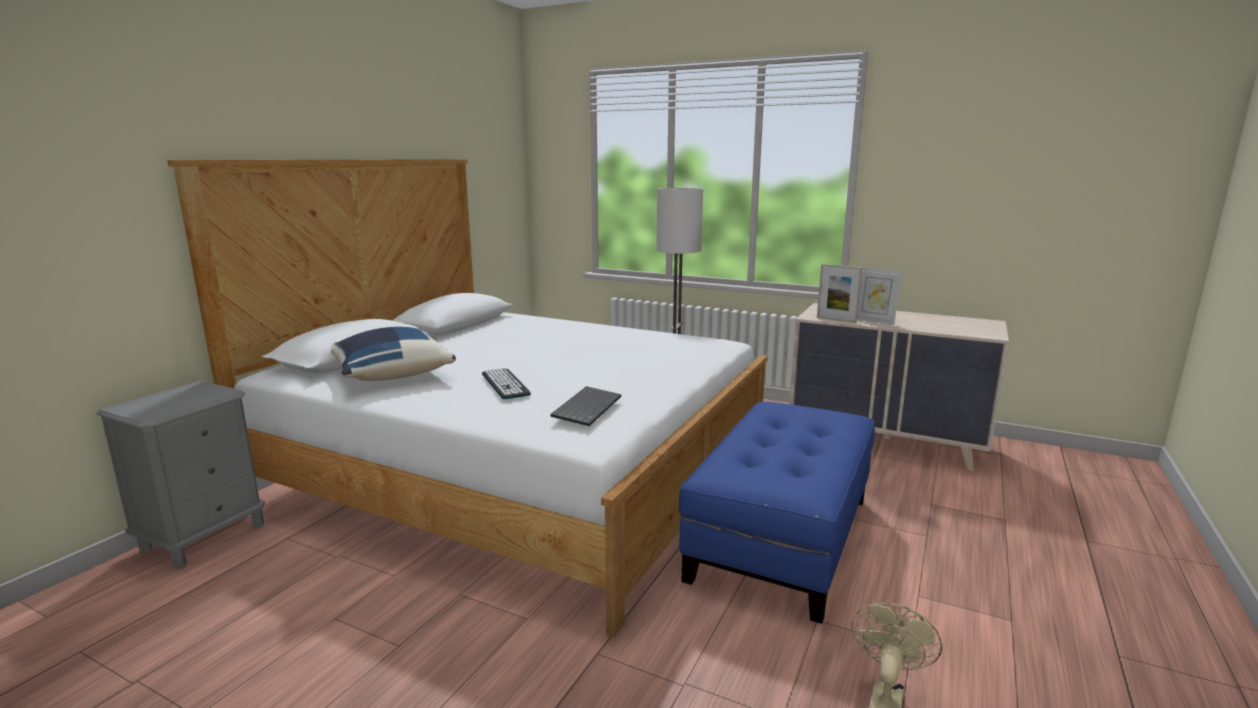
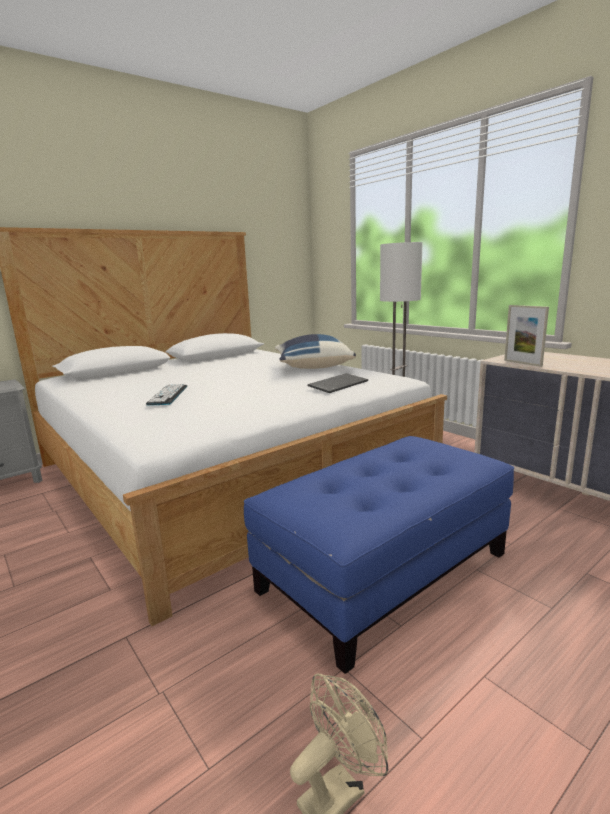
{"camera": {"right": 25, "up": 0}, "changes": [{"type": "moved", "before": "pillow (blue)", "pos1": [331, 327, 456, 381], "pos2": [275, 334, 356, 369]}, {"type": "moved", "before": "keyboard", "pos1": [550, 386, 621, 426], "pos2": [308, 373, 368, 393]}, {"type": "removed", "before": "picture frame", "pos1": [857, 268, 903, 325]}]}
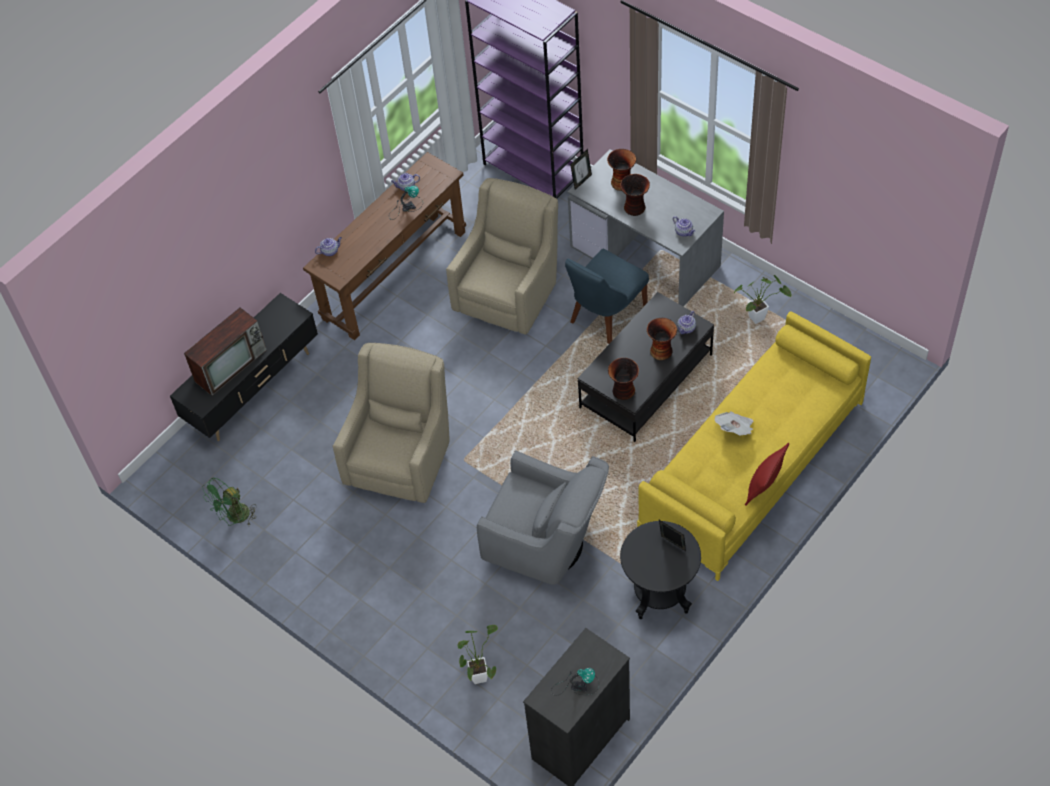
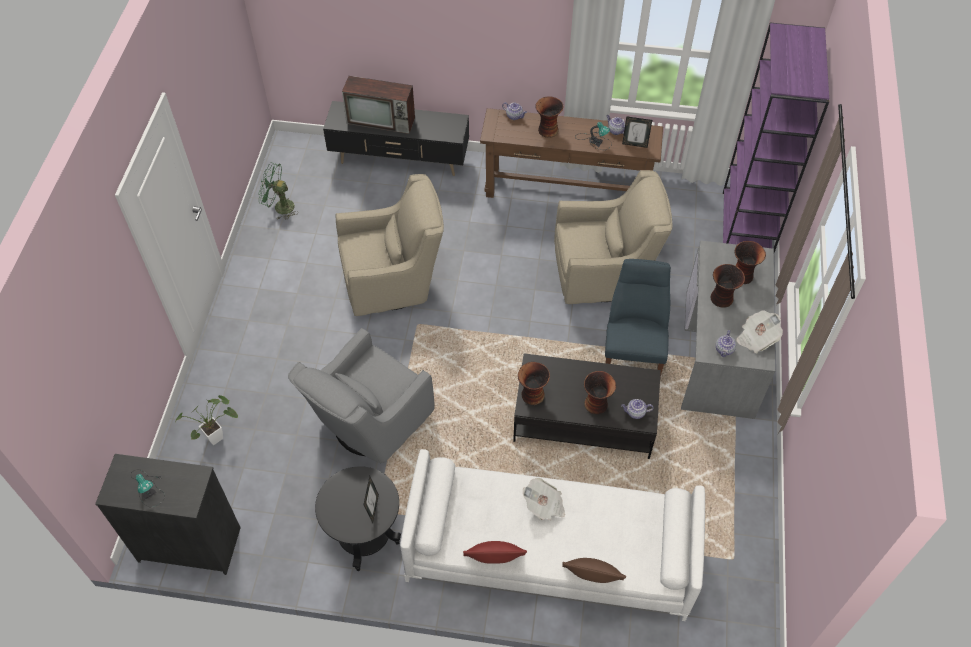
{"camera": {"right": 55, "up": 0}, "changes": [{"type": "turned", "before": "armchair (grey)", "pos1": [477, 450, 609, 585], "pos2": [288, 328, 435, 463], "turn": 45}, {"type": "turned", "before": "chair (blue)", "pos1": [565, 249, 649, 344], "pos2": [605, 259, 671, 377], "turn": 90}, {"type": "moved", "before": "picture frame", "pos1": [570, 149, 592, 190], "pos2": [622, 116, 652, 148]}, {"type": "recoloured", "before": "sofa (yellow)", "after": "sofa (white)", "pos1": [637, 311, 871, 581], "pos2": [400, 449, 705, 621]}, {"type": "removed", "before": "potted plant", "pos1": [734, 275, 792, 324]}, {"type": "added", "after": "vase", "pos2": [535, 96, 563, 138]}, {"type": "added", "after": "pillow (brown)", "pos2": [562, 558, 626, 583]}, {"type": "added", "after": "newspaper", "pos2": [736, 310, 783, 354]}]}
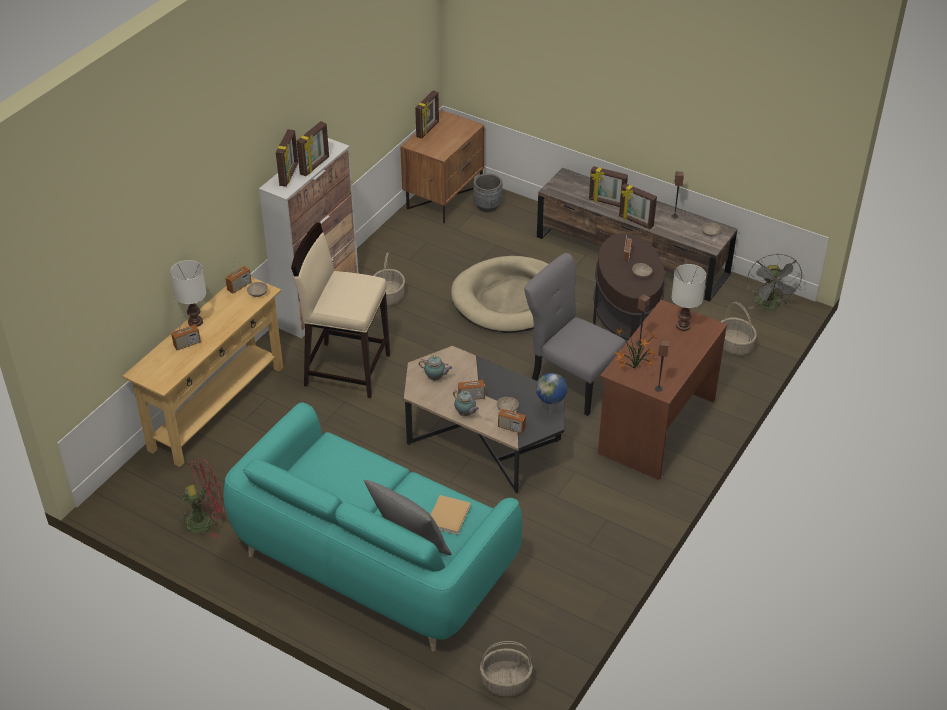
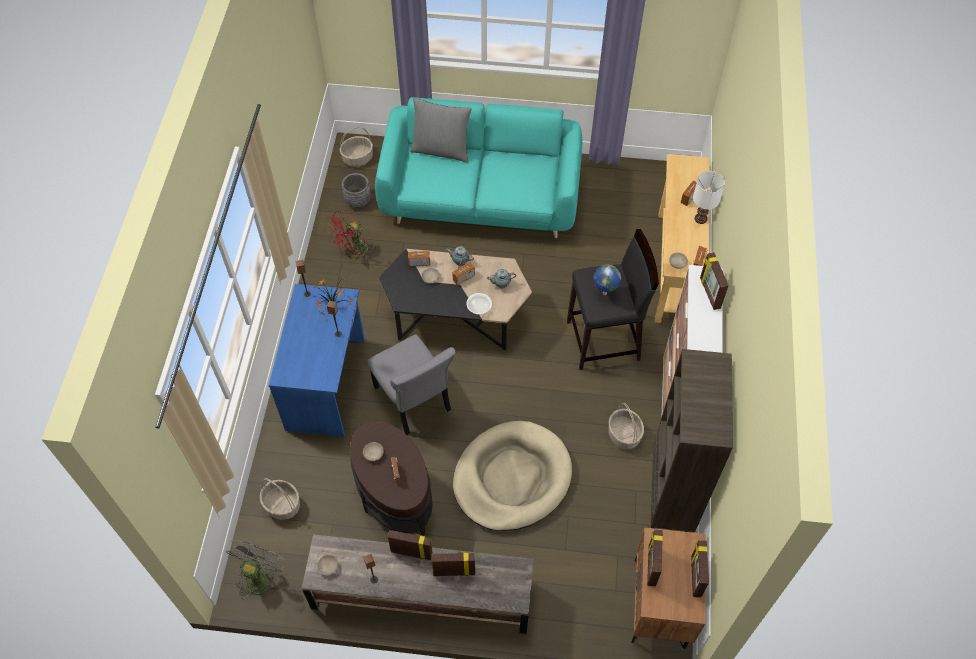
{"camera": {"right": 155, "up": 15}, "changes": [{"type": "moved", "before": "fan (red)", "pos1": [176, 458, 226, 538], "pos2": [327, 210, 375, 261]}, {"type": "recoloured", "before": "stool (beige)", "after": "stool (black)", "pos1": [291, 222, 390, 398], "pos2": [567, 229, 659, 370]}, {"type": "moved", "before": "picture frame", "pos1": [297, 121, 329, 177], "pos2": [647, 529, 663, 587]}, {"type": "removed", "before": "book (beige)", "pos1": [431, 495, 470, 535]}, {"type": "moved", "before": "planter (grey)", "pos1": [473, 174, 502, 212], "pos2": [342, 173, 371, 209]}, {"type": "turned", "before": "chair (grey)", "pos1": [524, 253, 626, 416], "pos2": [368, 334, 456, 435], "turn": 45}, {"type": "moved", "before": "globe", "pos1": [536, 373, 567, 412], "pos2": [593, 265, 621, 295]}, {"type": "recoloured", "before": "desk (brown)", "after": "desk (blue)", "pos1": [598, 300, 727, 480], "pos2": [269, 284, 365, 437]}, {"type": "removed", "before": "table lamp (white)", "pos1": [671, 264, 706, 331]}, {"type": "turned", "before": "fan (grey)", "pos1": [747, 254, 803, 310], "pos2": [225, 540, 285, 600], "turn": 45}, {"type": "added", "after": "bowl", "pos2": [466, 293, 492, 315]}, {"type": "added", "after": "bookcase (brown)", "pos2": [651, 349, 733, 532]}]}
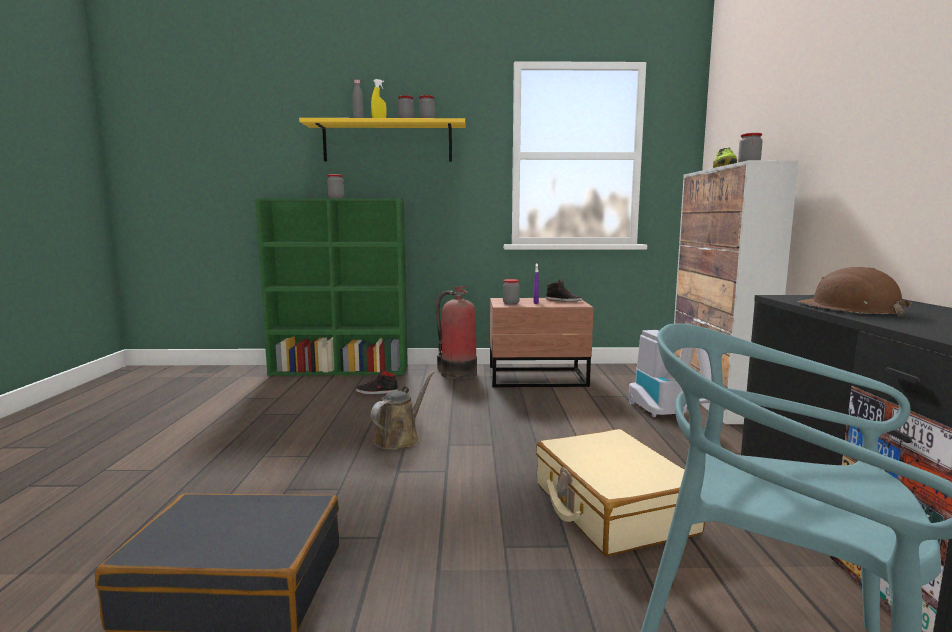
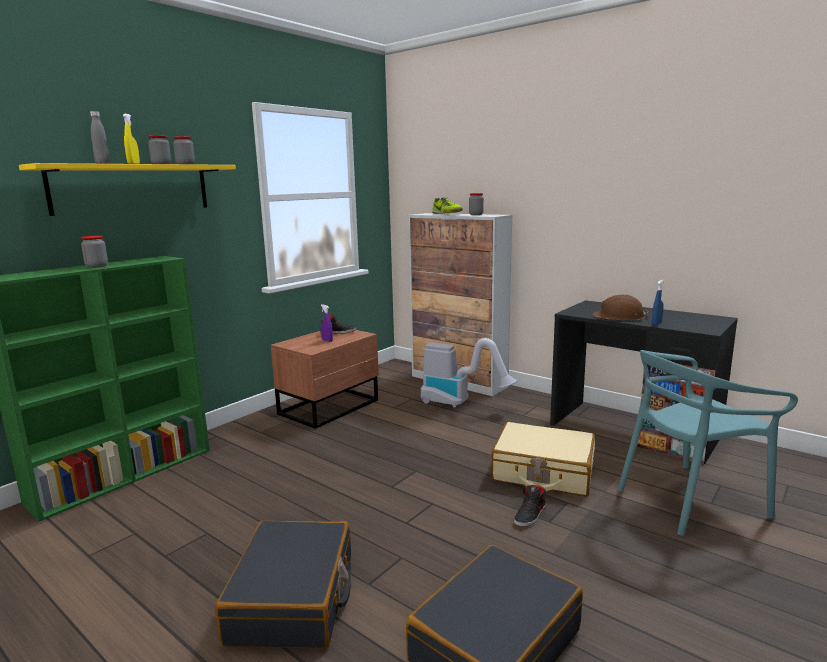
{"camera": {"right": -50, "up": 5}, "changes": [{"type": "moved", "before": "shoe (black)", "pos1": [356, 370, 398, 395], "pos2": [514, 485, 546, 527]}, {"type": "removed", "before": "watering can (brown)", "pos1": [371, 371, 435, 450]}, {"type": "removed", "before": "fire extinguisher", "pos1": [436, 286, 477, 379]}, {"type": "removed", "before": "jar", "pos1": [503, 279, 520, 305]}, {"type": "added", "after": "suitcase (black)", "pos2": [215, 521, 351, 649]}, {"type": "added", "after": "spray bottle (blue)", "pos2": [652, 280, 664, 326]}]}
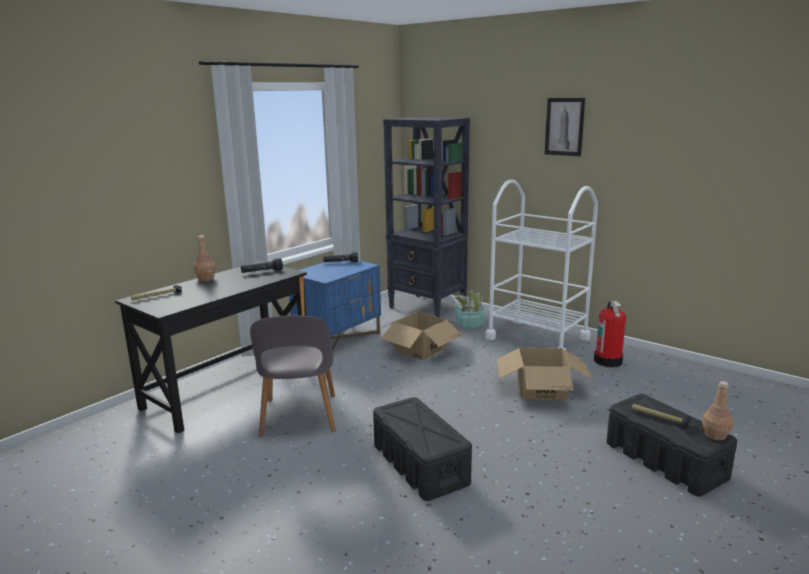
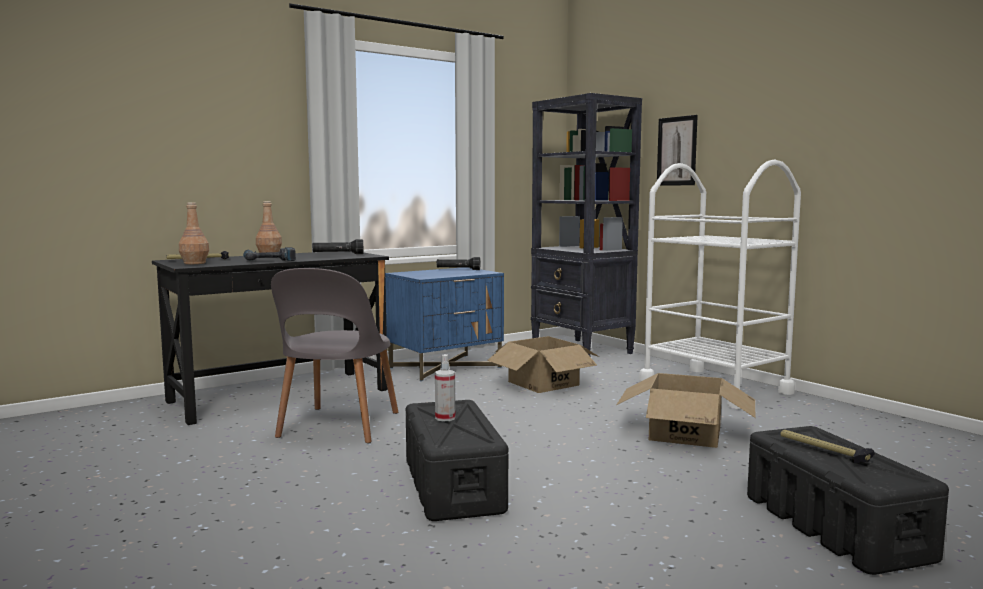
{"camera": {"right": 15, "up": -10}, "changes": [{"type": "removed", "before": "potted plant", "pos1": [452, 290, 486, 329]}, {"type": "moved", "before": "picture", "pos1": [545, 98, 585, 156], "pos2": [657, 115, 698, 186]}, {"type": "removed", "before": "fire extinguisher", "pos1": [594, 301, 626, 367]}, {"type": "moved", "before": "bottle (brown)", "pos1": [702, 381, 733, 440], "pos2": [179, 203, 209, 264]}, {"type": "added", "after": "power drill", "pos2": [243, 247, 296, 261]}, {"type": "added", "after": "spray bottle", "pos2": [435, 354, 455, 421]}]}
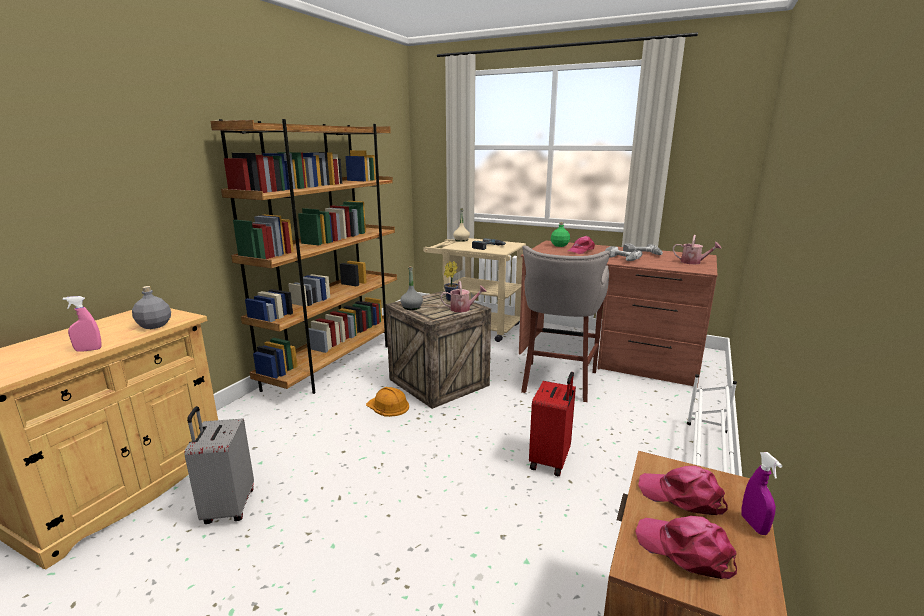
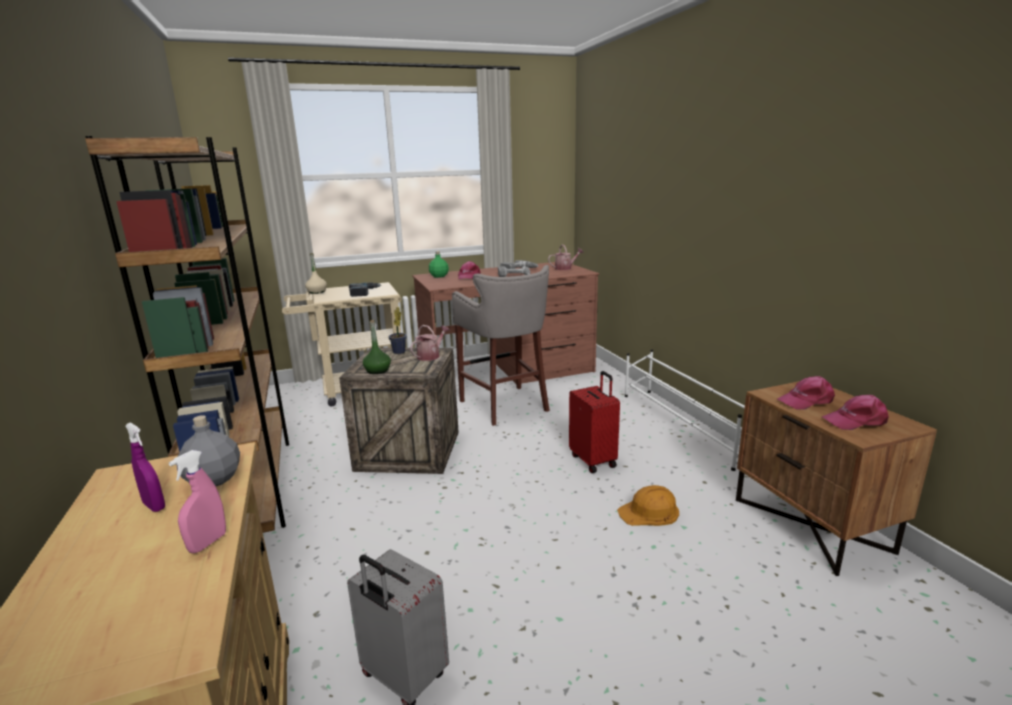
{"camera": {"right": -45, "up": 0}, "changes": [{"type": "moved", "before": "hard hat (orange)", "pos1": [366, 387, 409, 417], "pos2": [617, 485, 679, 526]}, {"type": "recoloured", "before": "bottle (grey)", "after": "bottle (green)", "pos1": [400, 266, 423, 310], "pos2": [363, 320, 391, 374]}, {"type": "moved", "before": "spray bottle (purple)", "pos1": [741, 452, 782, 535], "pos2": [125, 422, 165, 512]}]}
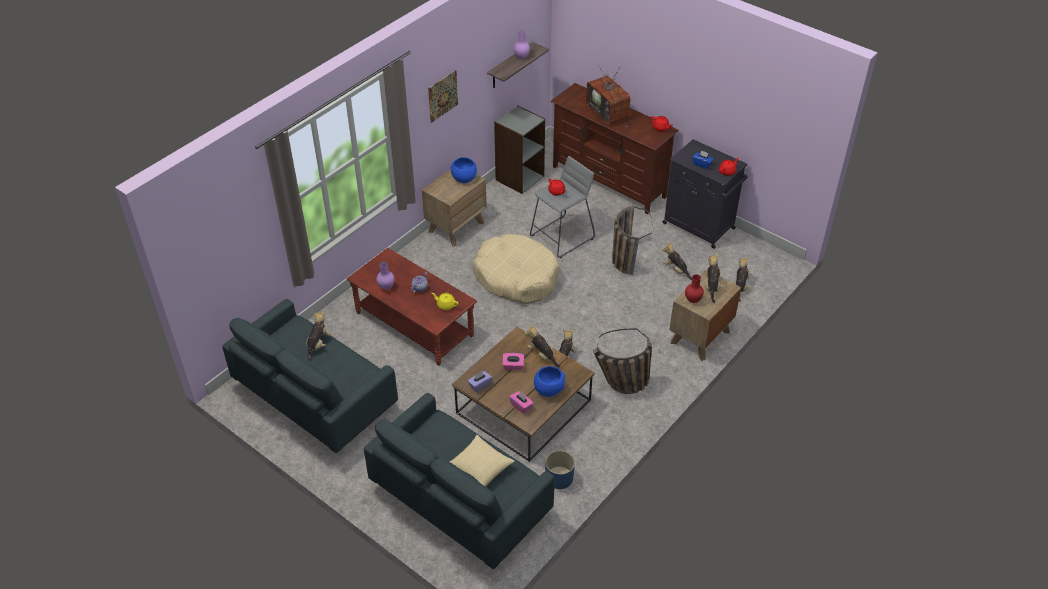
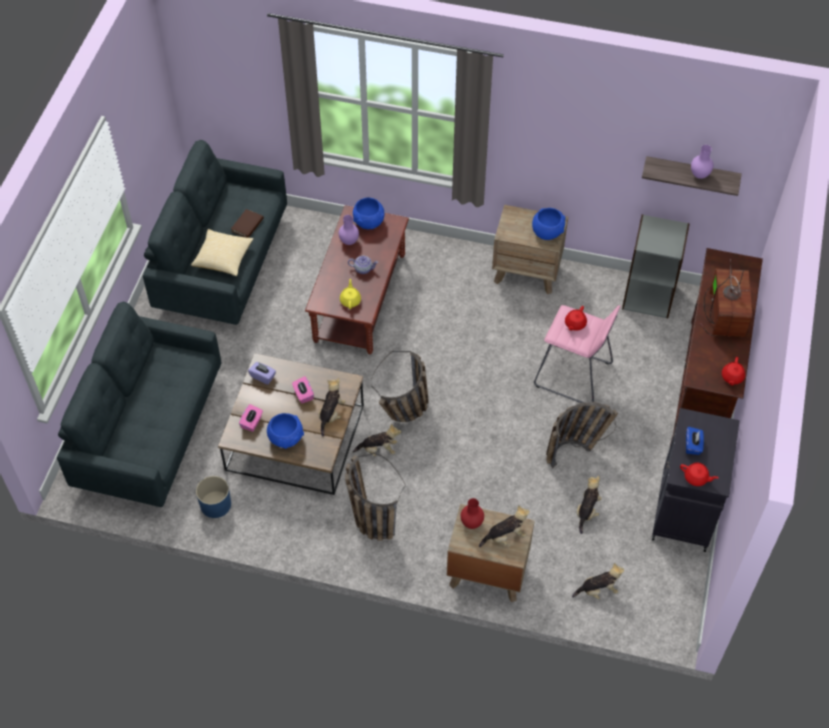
{"camera": {"right": 65, "up": 10}, "changes": [{"type": "replaced", "before": "plush toy", "after": "book (brown)", "pos1": [306, 311, 331, 361], "pos2": [231, 209, 264, 238]}, {"type": "removed", "before": "picture", "pos1": [428, 70, 458, 123]}, {"type": "moved", "before": "pillow", "pos1": [450, 435, 515, 487], "pos2": [191, 229, 254, 276]}, {"type": "removed", "before": "dog bed (beige)", "pos1": [473, 234, 559, 304]}, {"type": "recoloured", "before": "stool (grey)", "after": "stool (pink)", "pos1": [530, 156, 595, 258], "pos2": [534, 305, 621, 403]}, {"type": "turned", "before": "television", "pos1": [586, 63, 631, 128], "pos2": [700, 259, 752, 337], "turn": 150}, {"type": "added", "after": "bowl (blue)", "pos2": [353, 197, 384, 229]}, {"type": "added", "after": "basket", "pos2": [371, 351, 428, 422]}]}
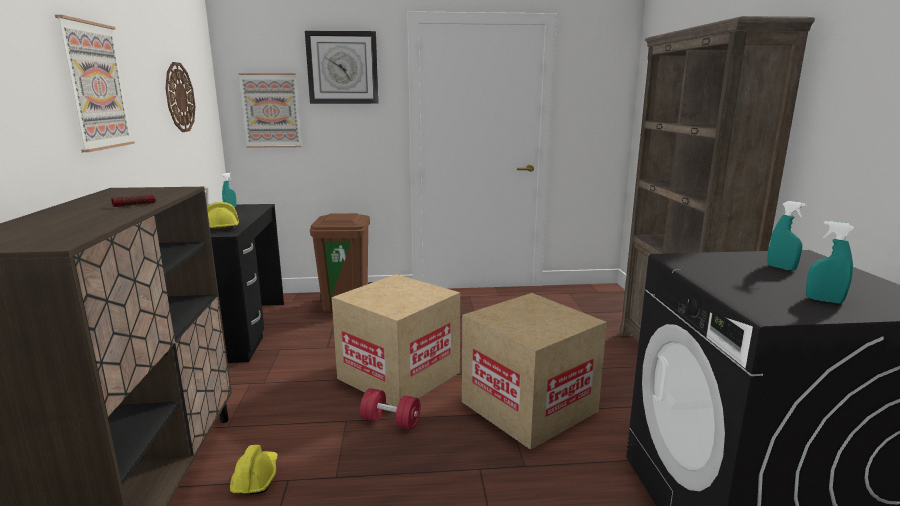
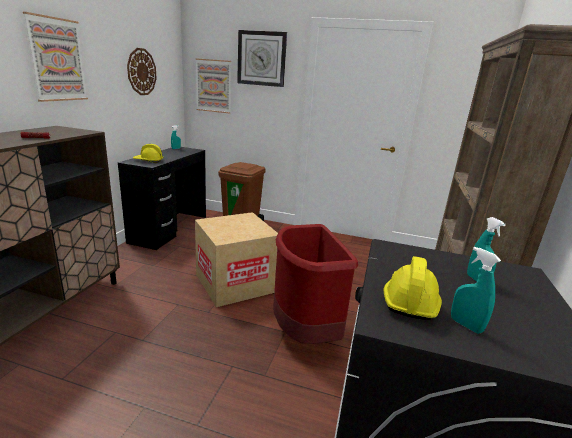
{"camera": {"right": 20, "up": 5}, "changes": [{"type": "moved", "before": "hard hat (yellow)", "pos1": [230, 445, 277, 495], "pos2": [384, 256, 442, 320]}, {"type": "removed", "before": "dumbbell (red)", "pos1": [360, 388, 421, 429]}, {"type": "replaced", "before": "cardboard box", "after": "trash can (red)", "pos1": [462, 293, 607, 450], "pos2": [273, 224, 358, 344]}]}
